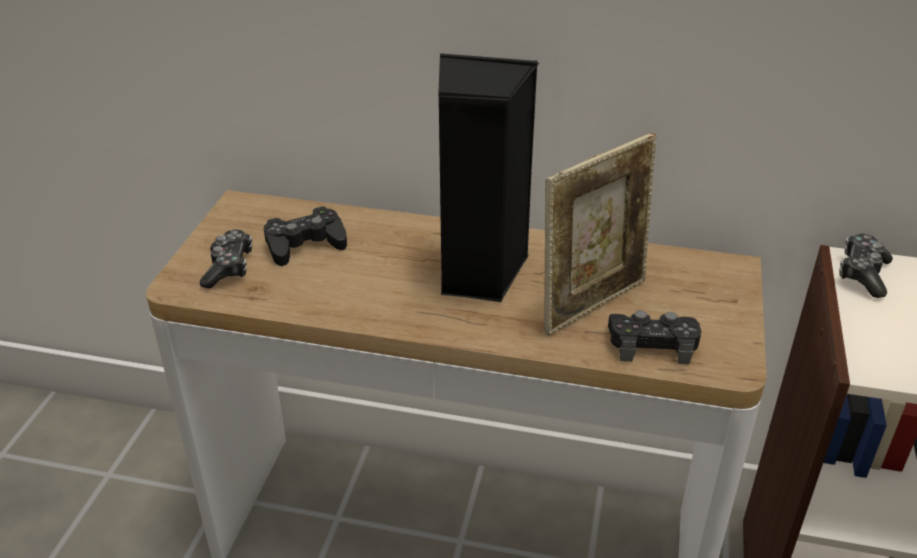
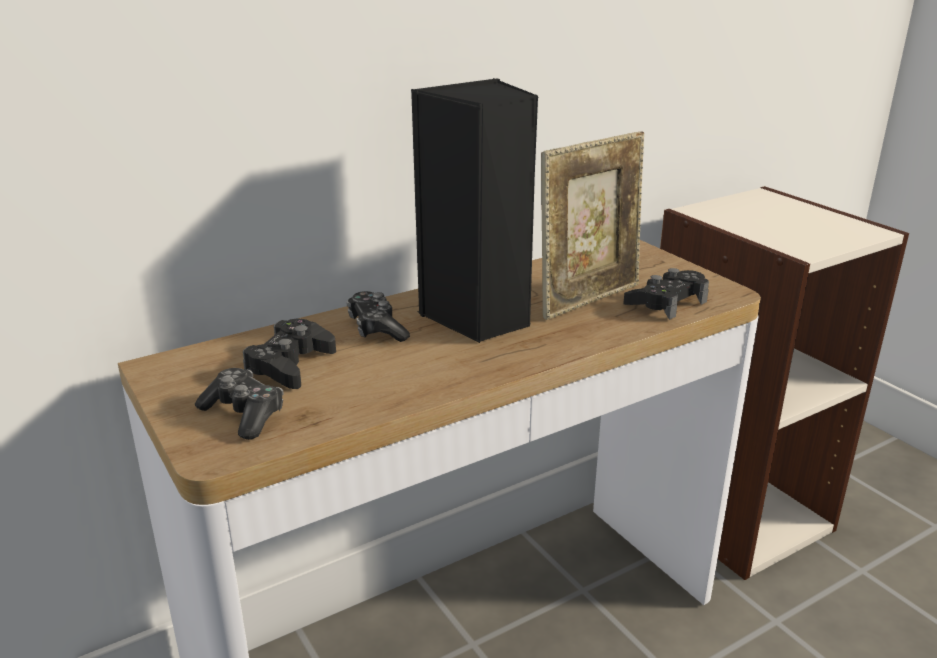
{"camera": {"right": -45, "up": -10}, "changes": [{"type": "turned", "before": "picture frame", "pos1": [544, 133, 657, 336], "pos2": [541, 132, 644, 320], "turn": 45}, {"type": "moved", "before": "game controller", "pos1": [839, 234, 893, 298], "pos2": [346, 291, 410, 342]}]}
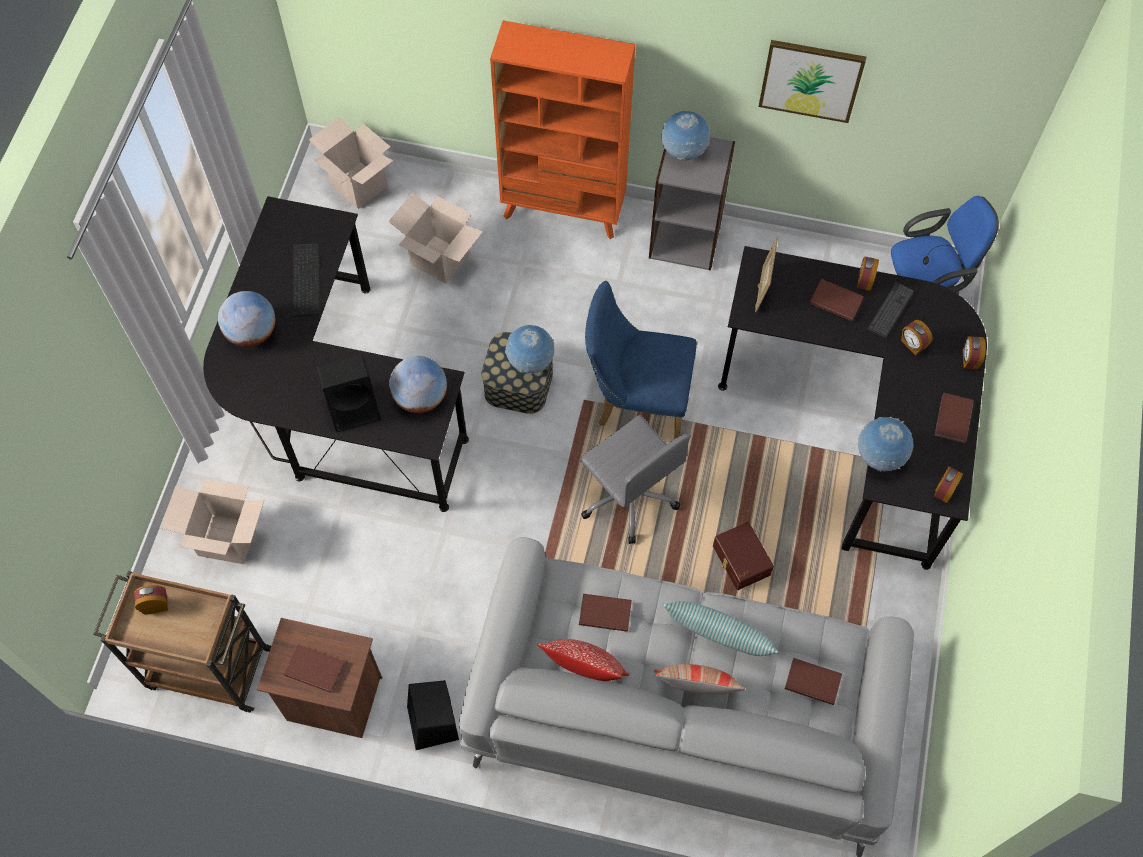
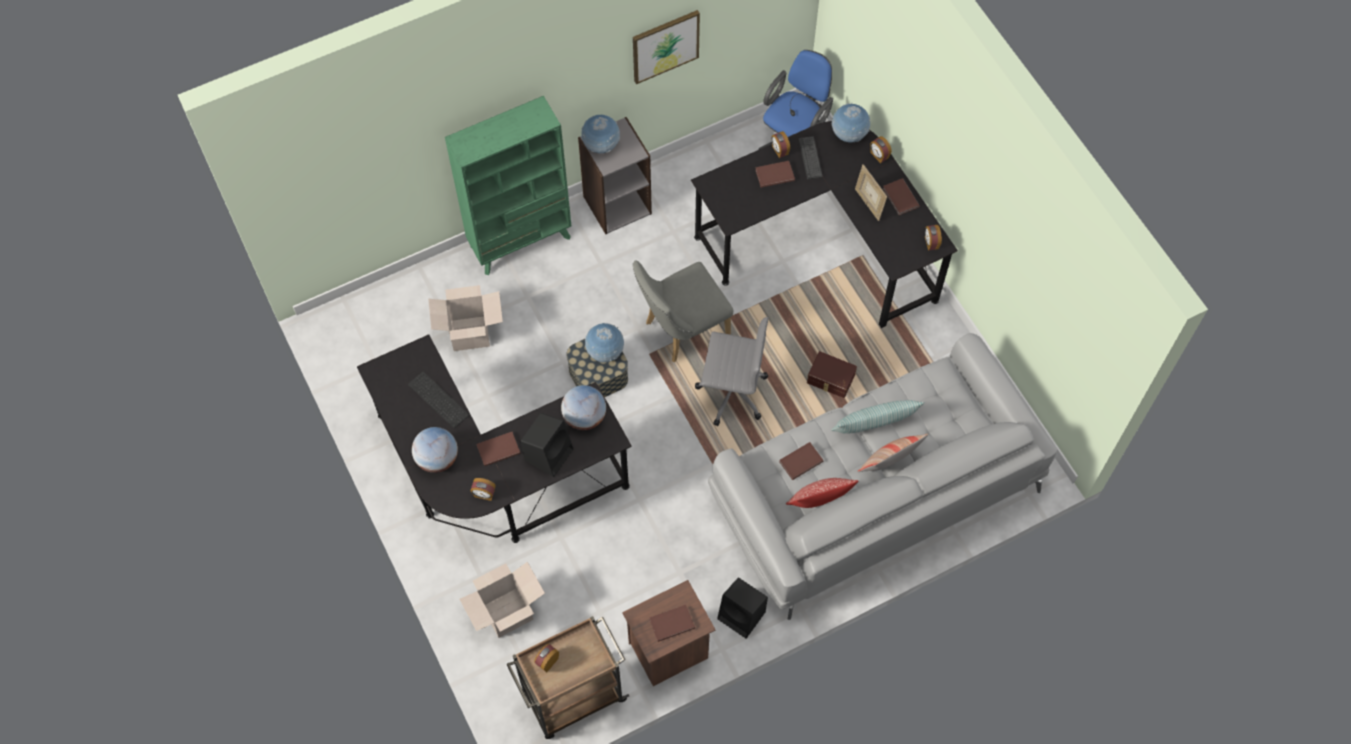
{"camera": {"right": -40, "up": 0}, "changes": [{"type": "removed", "before": "cardboard box", "pos1": [309, 117, 394, 209]}, {"type": "recoloured", "before": "bookcase (orange)", "after": "bookcase (green)", "pos1": [490, 21, 635, 239], "pos2": [445, 96, 572, 275]}, {"type": "recoloured", "before": "chair (blue)", "after": "chair (grey)", "pos1": [585, 281, 697, 439], "pos2": [633, 260, 733, 363]}, {"type": "moved", "before": "picture frame", "pos1": [755, 237, 778, 312], "pos2": [855, 164, 887, 221]}, {"type": "moved", "before": "book (brown)", "pos1": [785, 658, 842, 705], "pos2": [476, 432, 521, 466]}, {"type": "moved", "before": "globe", "pos1": [858, 417, 914, 472], "pos2": [832, 103, 870, 142]}, {"type": "moved", "before": "alarm clock", "pos1": [901, 320, 932, 355], "pos2": [471, 478, 496, 501]}]}
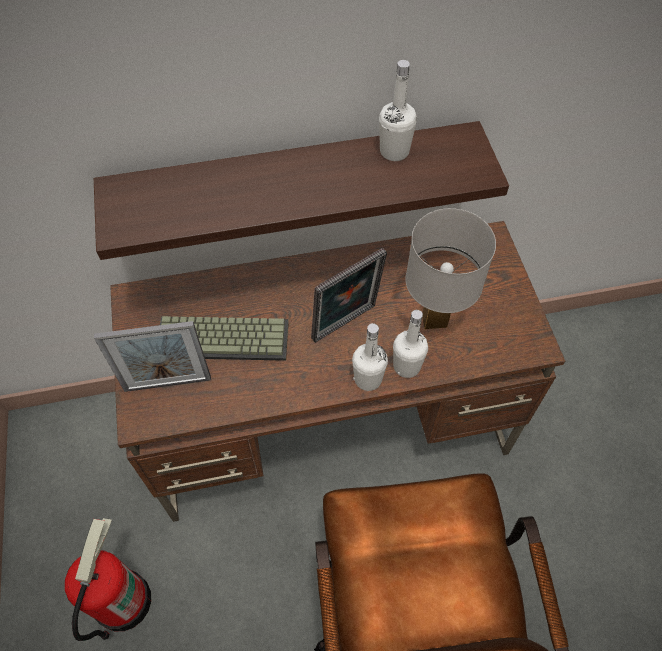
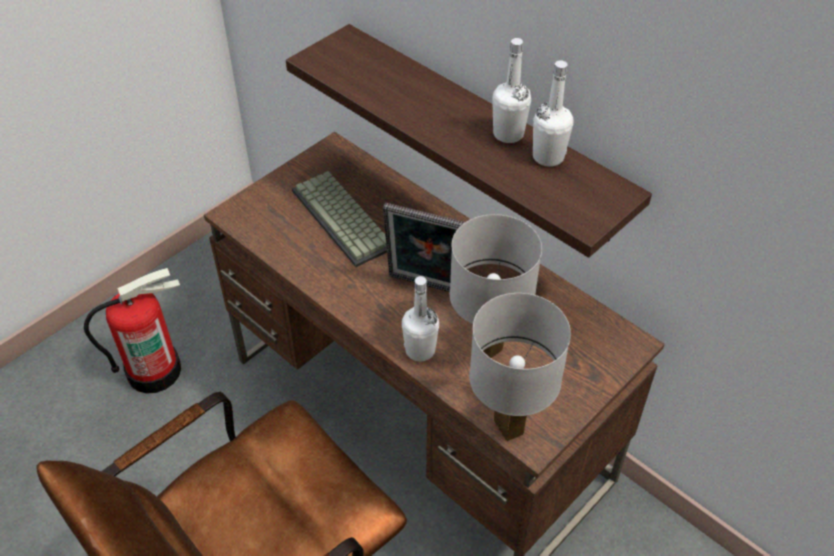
{"camera": {"right": 55, "up": -10}, "changes": [{"type": "removed", "before": "picture frame", "pos1": [94, 321, 211, 392]}, {"type": "moved", "before": "bottle (white)", "pos1": [352, 323, 388, 391], "pos2": [492, 38, 531, 143]}, {"type": "added", "after": "table lamp (white)", "pos2": [469, 293, 571, 442]}]}
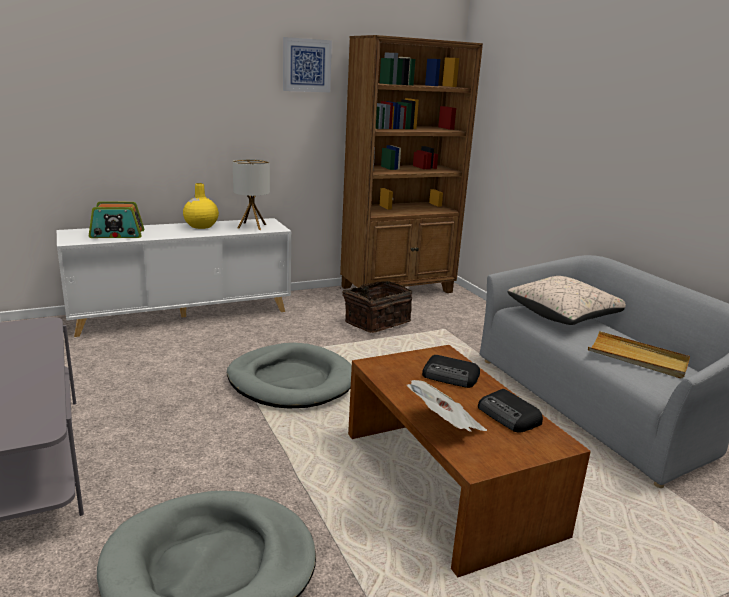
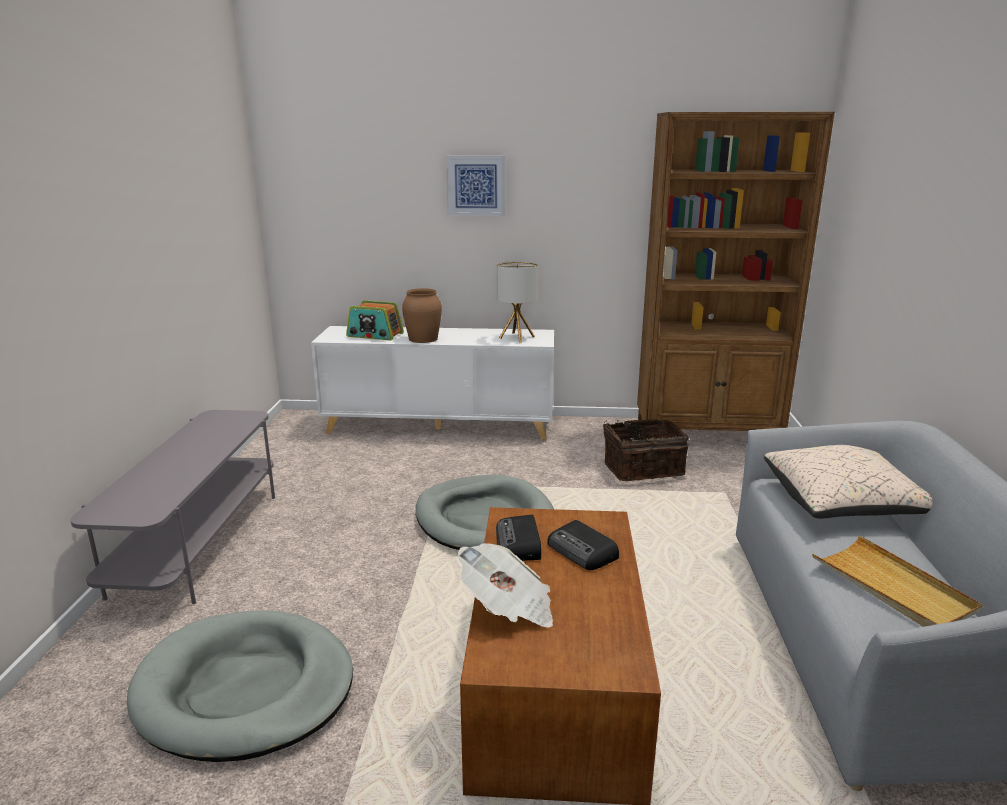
{"camera": {"right": 30, "up": 0}, "changes": [{"type": "removed", "before": "vase (yellow)", "pos1": [183, 183, 219, 229]}, {"type": "moved", "before": "picture", "pos1": [283, 37, 332, 92], "pos2": [446, 155, 505, 216]}, {"type": "moved", "before": "radio", "pos1": [478, 389, 543, 433], "pos2": [496, 515, 541, 561]}, {"type": "added", "after": "vase (brown)", "pos2": [402, 288, 442, 343]}]}
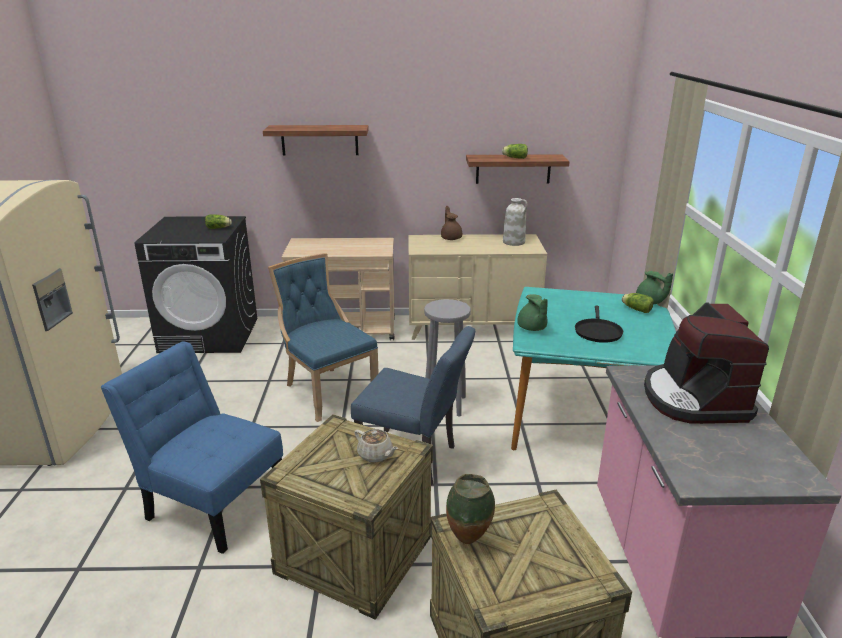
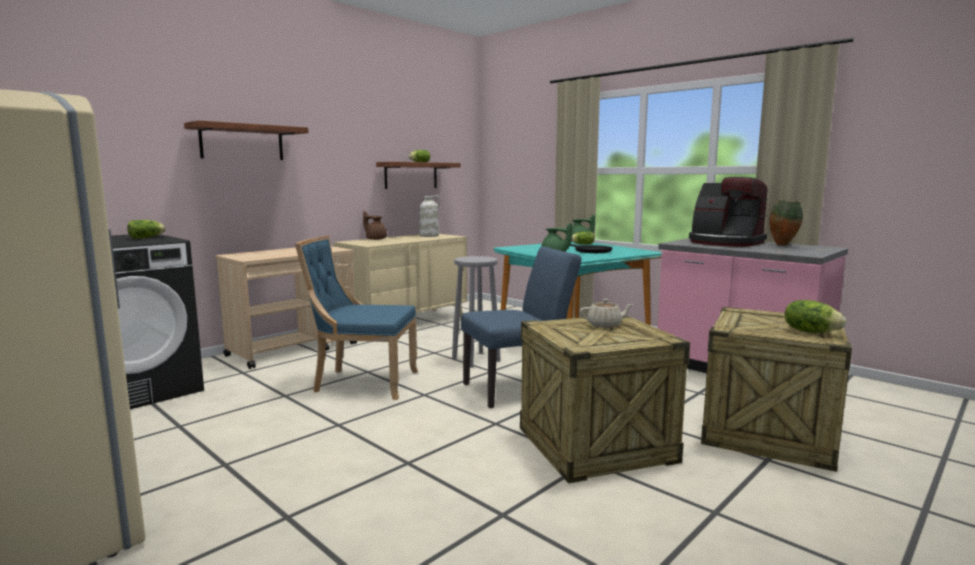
{"camera": {"right": -45, "up": -15}, "changes": [{"type": "removed", "before": "chair (blue)", "pos1": [100, 342, 283, 554]}, {"type": "moved", "before": "vase", "pos1": [446, 474, 495, 544], "pos2": [769, 200, 803, 246]}, {"type": "added", "after": "lettuce", "pos2": [785, 300, 846, 333]}]}
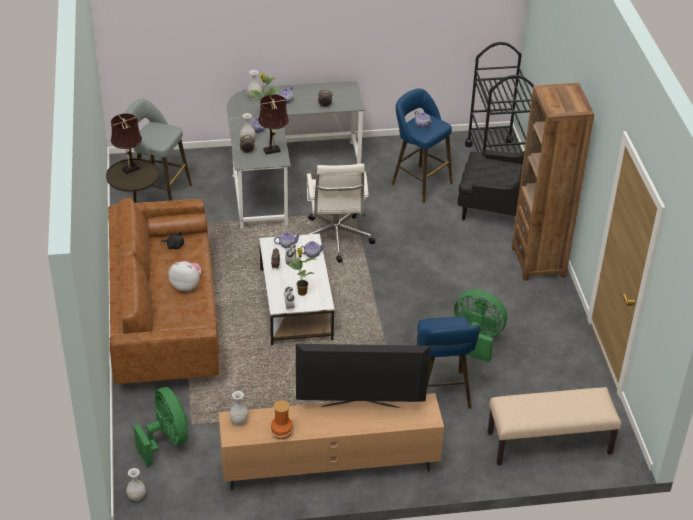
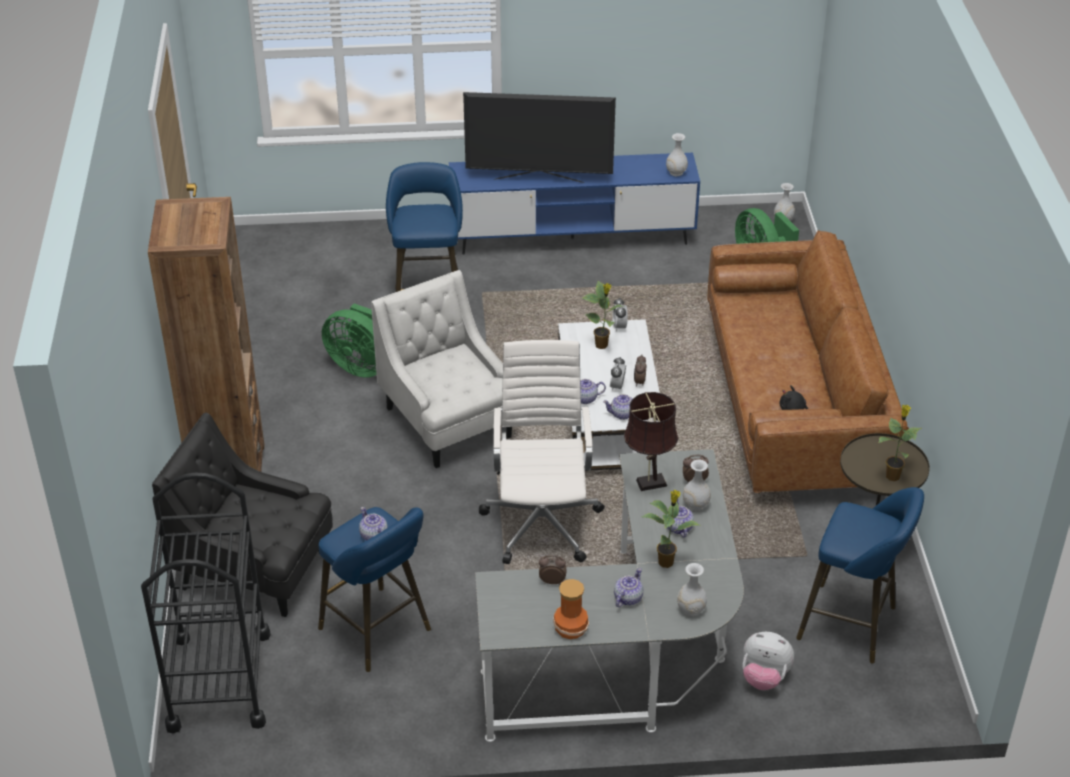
{"camera": {"right": -175, "up": 0}, "changes": [{"type": "replaced", "before": "table lamp (brown)", "after": "potted plant", "pos1": [111, 114, 142, 174], "pos2": [879, 405, 921, 481]}, {"type": "recoloured", "before": "stool (grey)", "after": "stool (blue)", "pos1": [125, 99, 192, 201], "pos2": [796, 487, 924, 663]}, {"type": "moved", "before": "plush toy", "pos1": [169, 261, 201, 291], "pos2": [743, 632, 794, 690]}, {"type": "recoloured", "before": "tv stand (brown)", "after": "tv stand (blue)", "pos1": [219, 393, 444, 490], "pos2": [449, 153, 700, 254]}, {"type": "moved", "before": "vase", "pos1": [270, 400, 294, 439], "pos2": [553, 579, 589, 639]}, {"type": "removed", "before": "bench (beige)", "pos1": [488, 387, 621, 465]}, {"type": "added", "after": "armchair (white)", "pos2": [371, 270, 512, 468]}]}
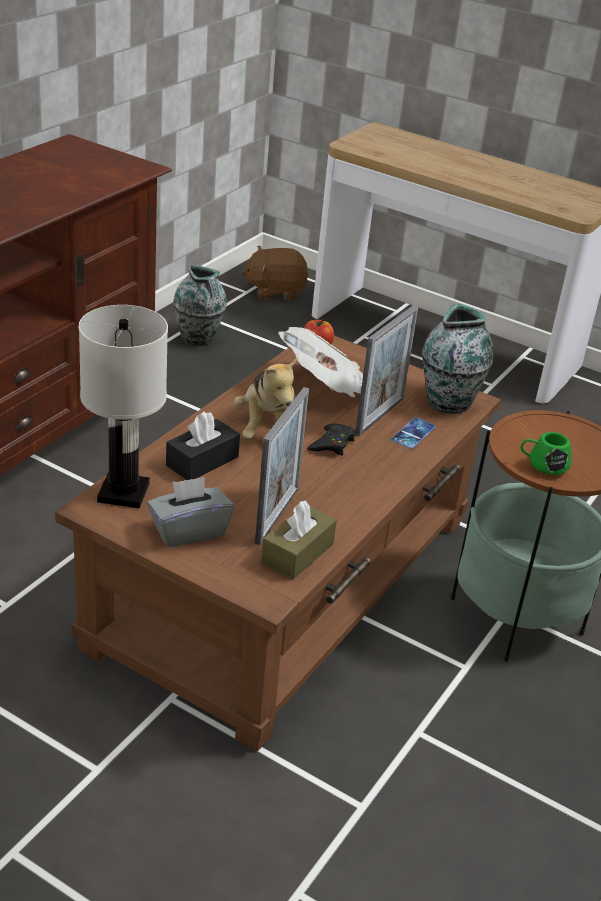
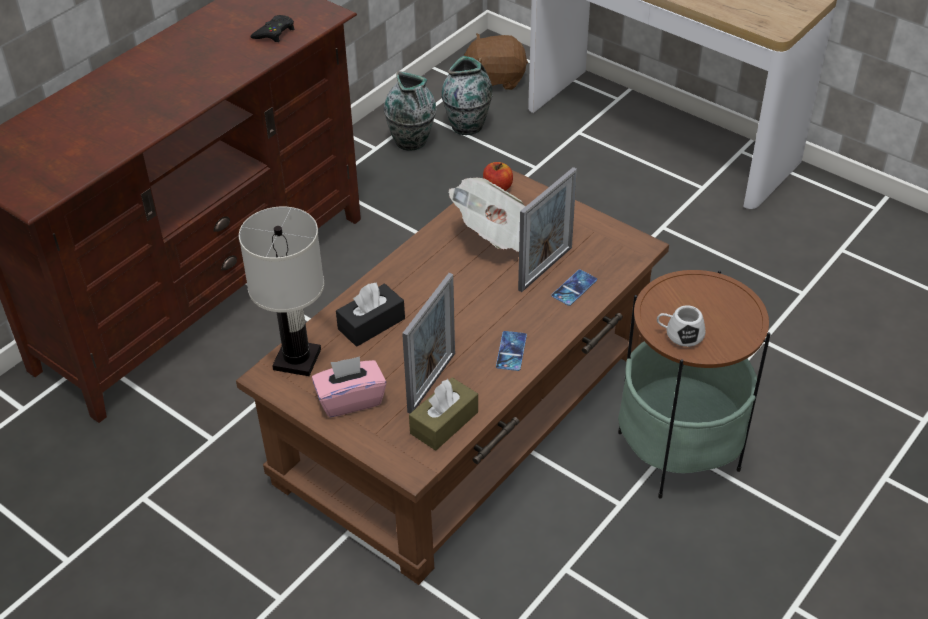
{"camera": {"right": 10, "up": 10}, "changes": [{"type": "recoloured", "before": "tissue box (grey)", "after": "tissue box (pink)", "pos1": [147, 477, 234, 547], "pos2": [312, 356, 387, 418]}, {"type": "removed", "before": "plush toy", "pos1": [234, 357, 298, 439]}, {"type": "moved", "before": "game controller (black)", "pos1": [307, 424, 355, 456], "pos2": [250, 15, 294, 42]}, {"type": "moved", "before": "vase", "pos1": [422, 304, 494, 413], "pos2": [441, 56, 493, 135]}, {"type": "recoloured", "before": "mug (green)", "after": "mug (white)", "pos1": [521, 432, 571, 475], "pos2": [657, 305, 706, 347]}, {"type": "added", "after": "phone", "pos2": [496, 331, 527, 371]}]}
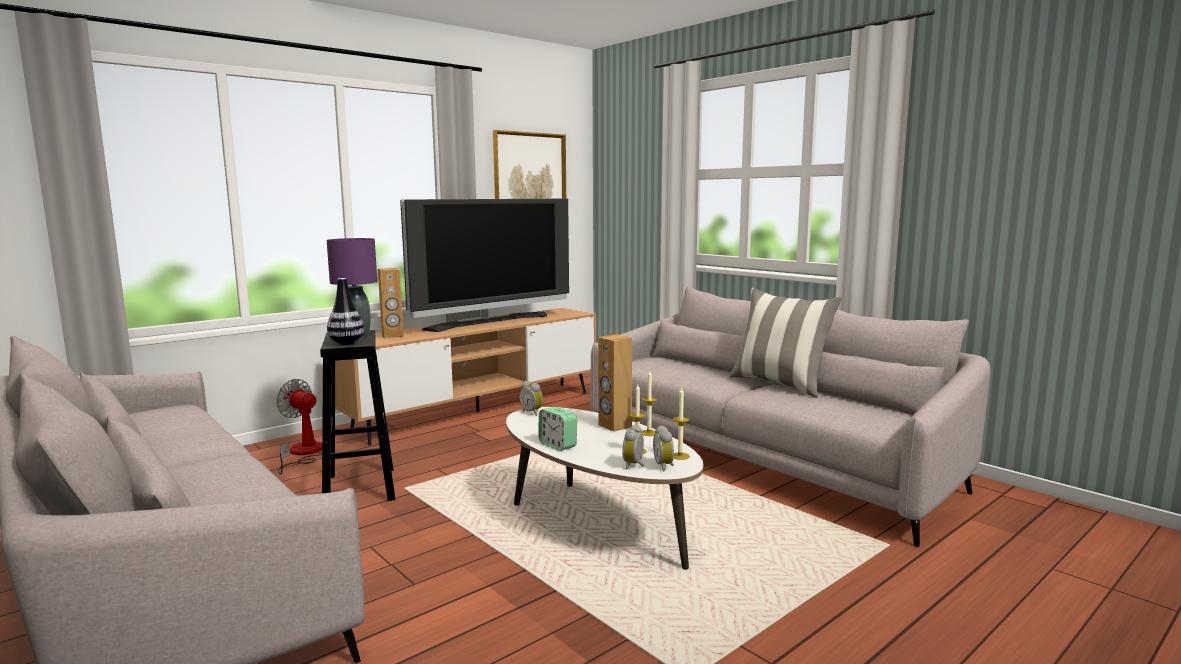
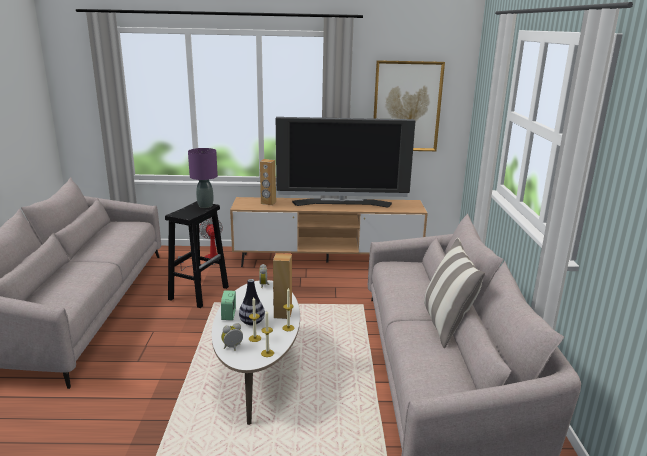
{"camera": {"right": 40, "up": 10}, "changes": [{"type": "moved", "before": "vase", "pos1": [327, 278, 364, 345], "pos2": [239, 279, 265, 325]}, {"type": "removed", "before": "alarm clock", "pos1": [653, 425, 674, 471]}]}
